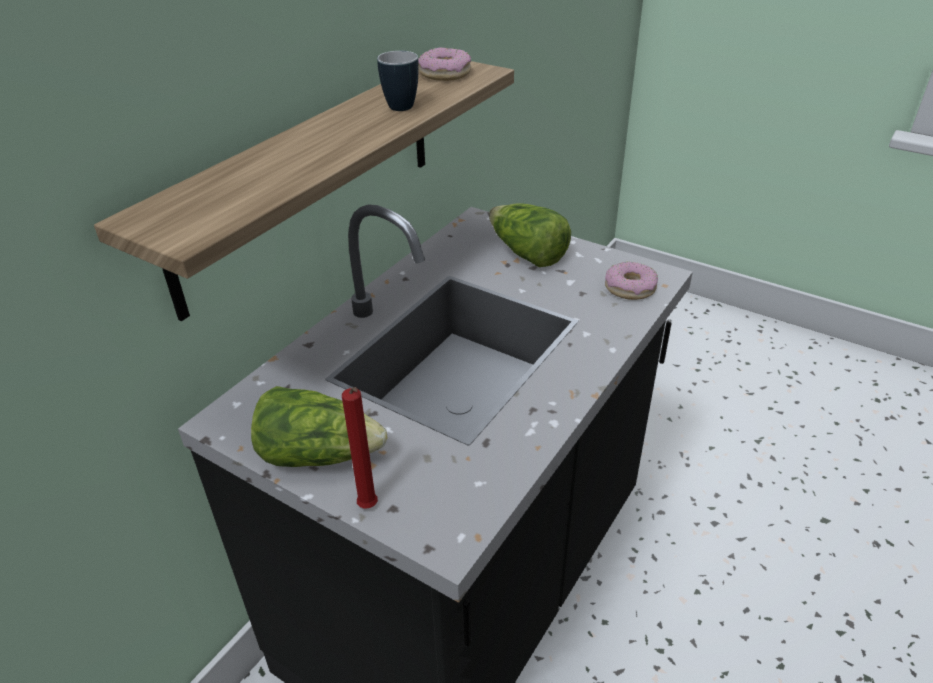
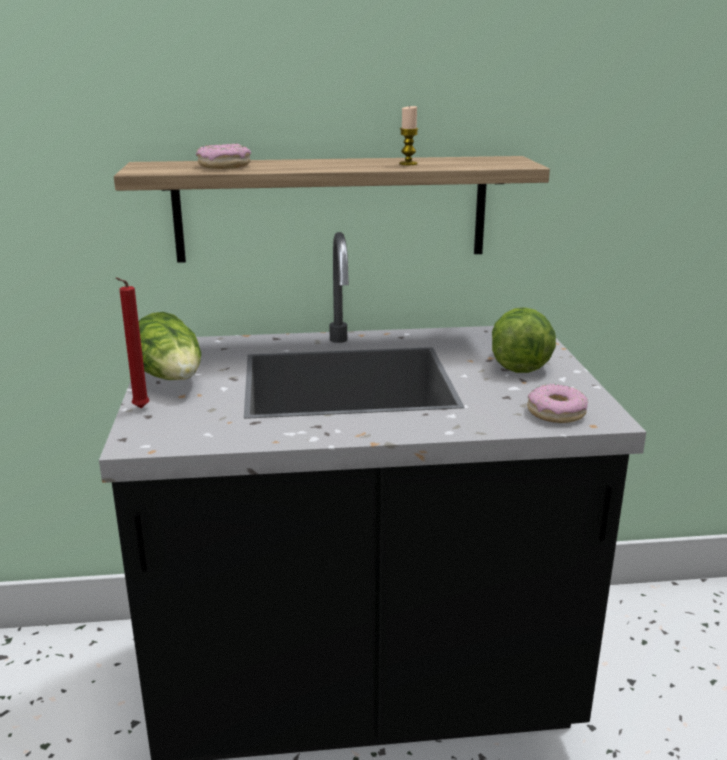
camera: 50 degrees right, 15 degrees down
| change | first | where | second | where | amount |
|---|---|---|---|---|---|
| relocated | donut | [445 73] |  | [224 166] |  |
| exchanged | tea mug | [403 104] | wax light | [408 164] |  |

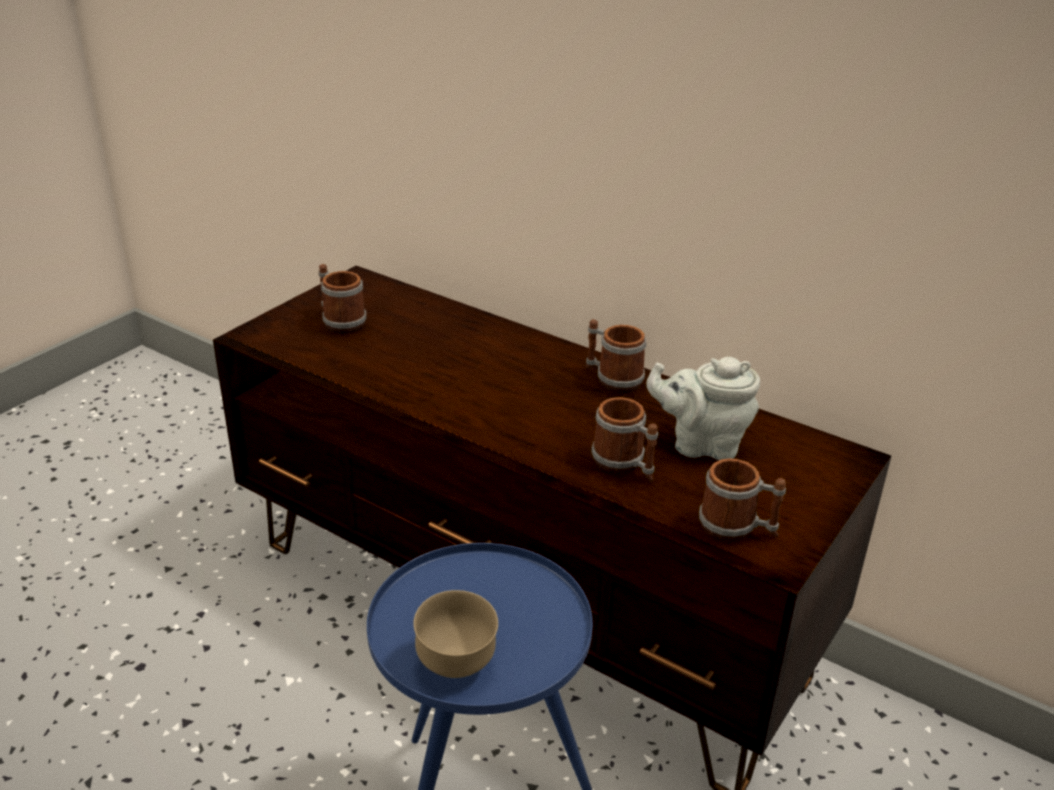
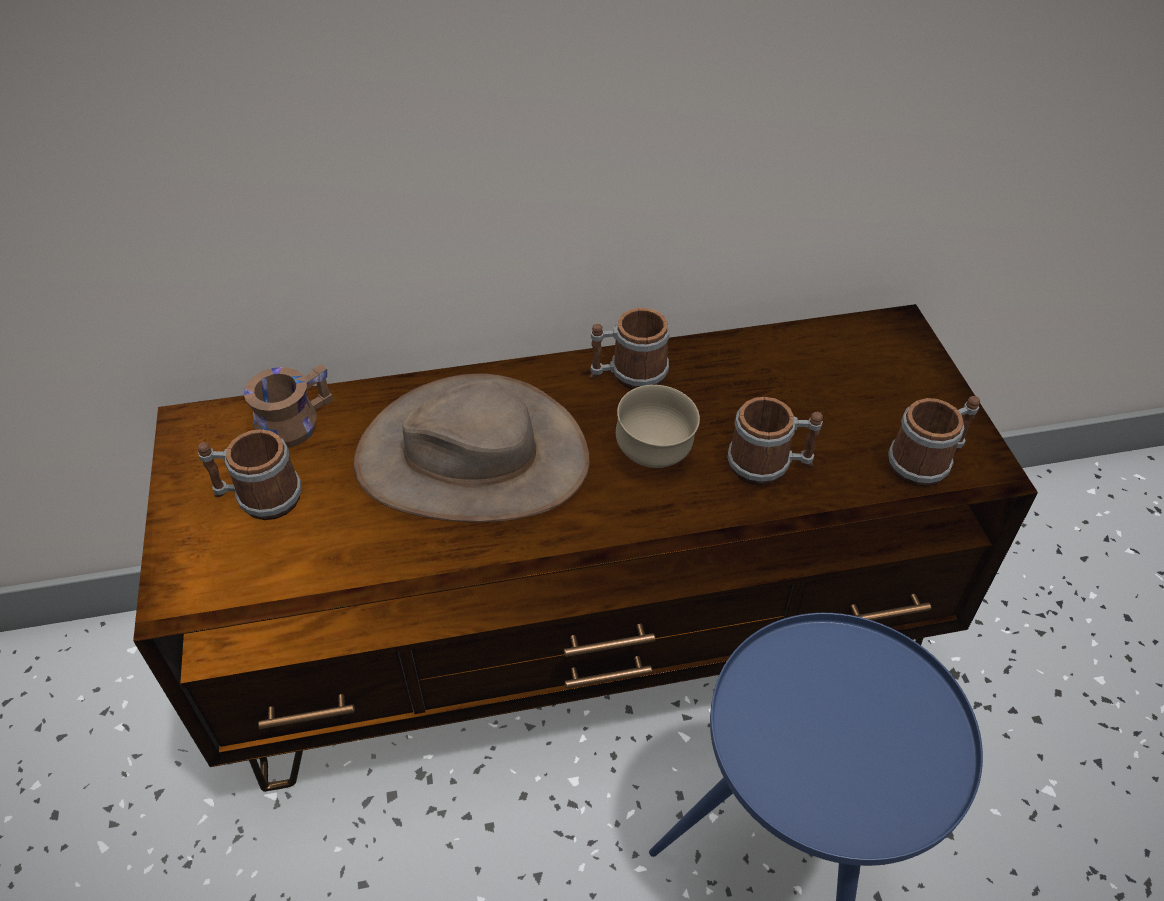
camera: 45 degrees left, 15 degrees up
| change | first | where | second | where | amount |
|---|---|---|---|---|---|
| missing | greyish tea pot | [701 444] |  |  |  |
| relocated | brown deep dish | [456 665] |  | [654 455] |  |
| appeared |  |  | brown tea mug | [292 419] |  |
| appeared |  |  | brown hat | [472 458] |  |

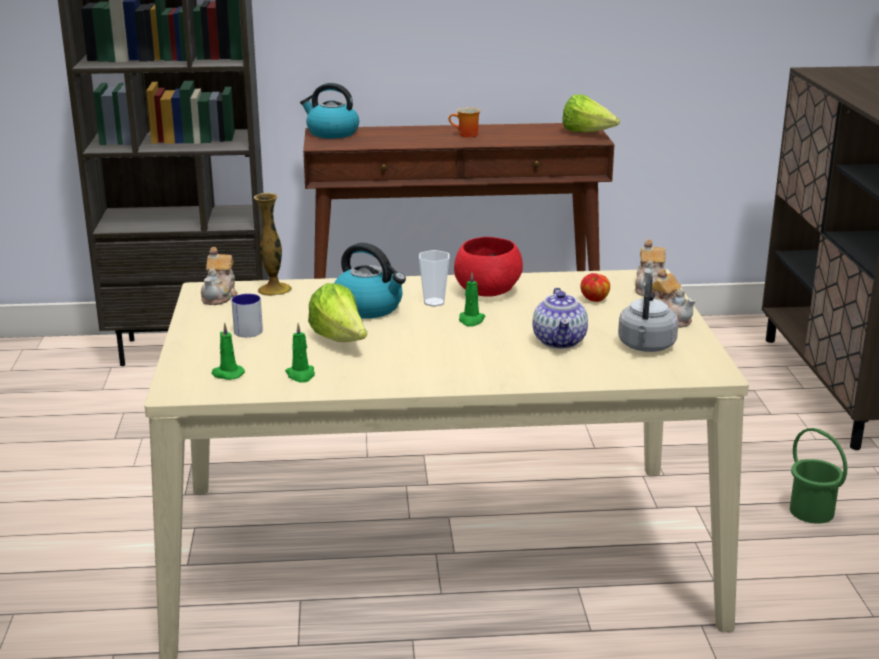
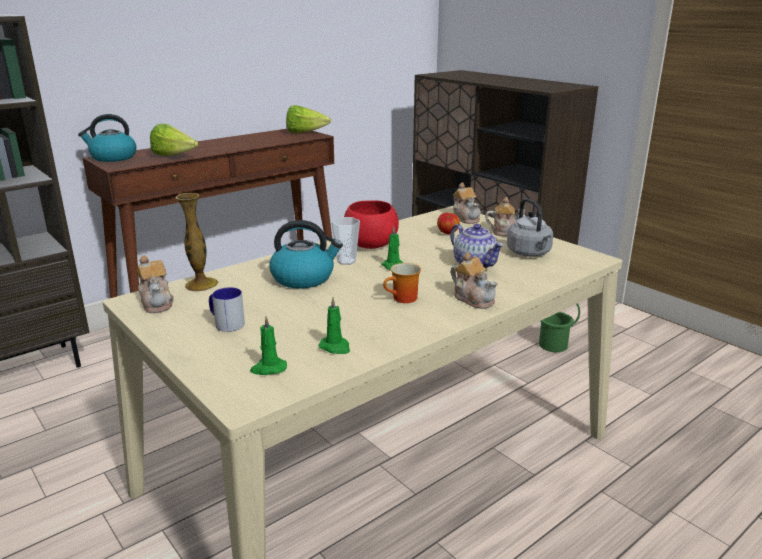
camera: 35 degrees left, 0 degrees up
| change | first | where | second | where | amount |
|---|---|---|---|---|---|
| relocated | tea mug | [466 135] |  | [403 299] |  |
| relocated | lettuce head | [340 340] |  | [174 156] |  |
| appeared |  |  | tea pot | [473 299] |  |

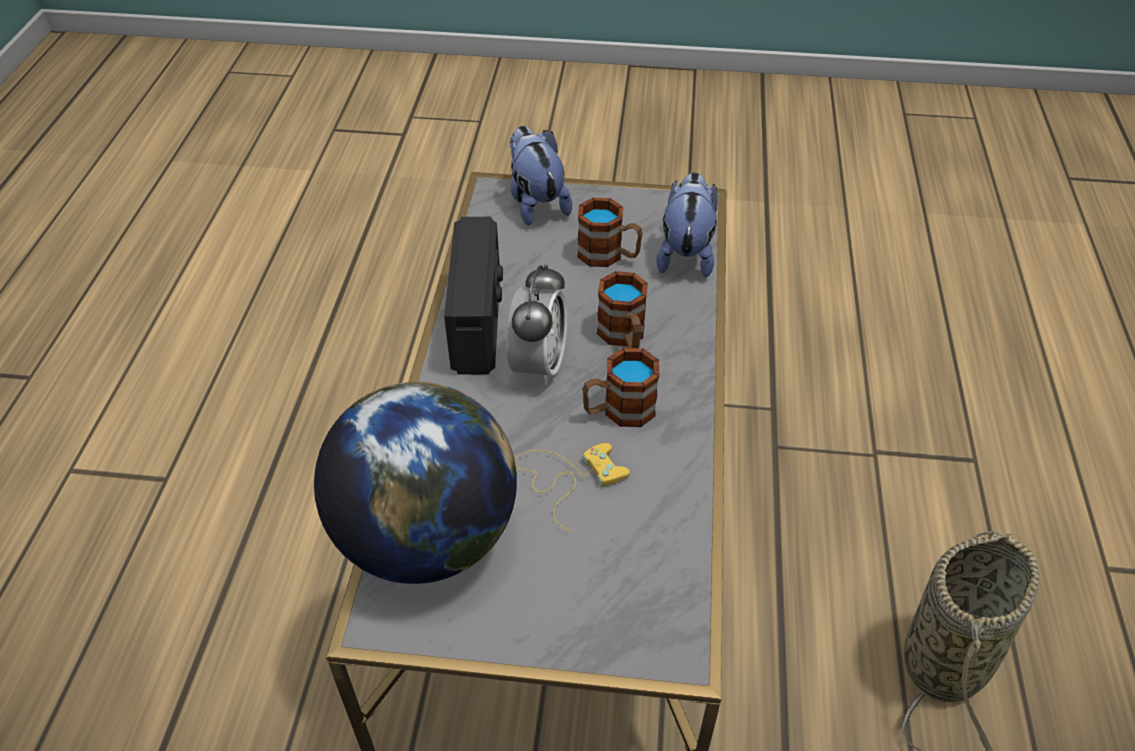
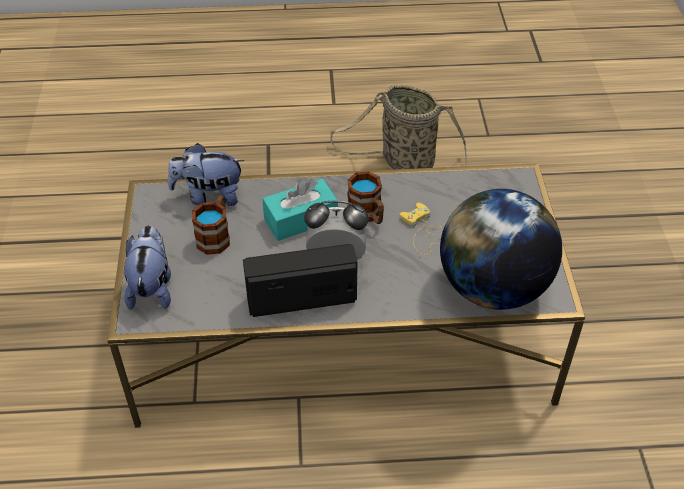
camera: 100 degrees left, 0 degrees up
| change | first | where | second | where | amount |
|---|---|---|---|---|---|
| spun | soft toy | [536 202] |  | [152 287] | 120 degrees clockwise |
| exchanged | tea mug | [624 337] | blue-green tissue holder | [301 219] |  |

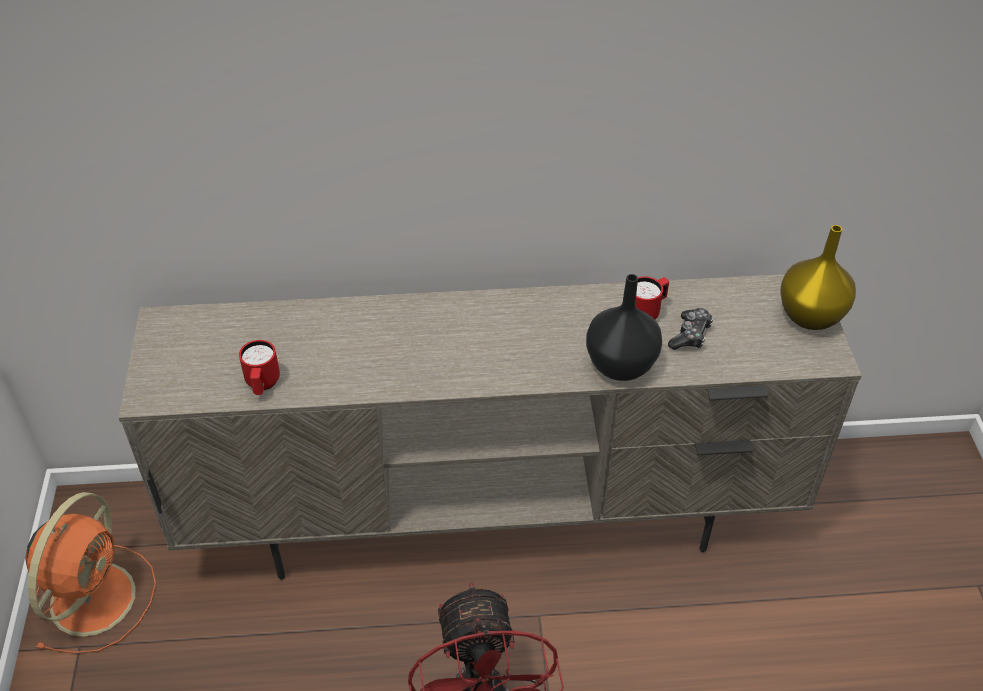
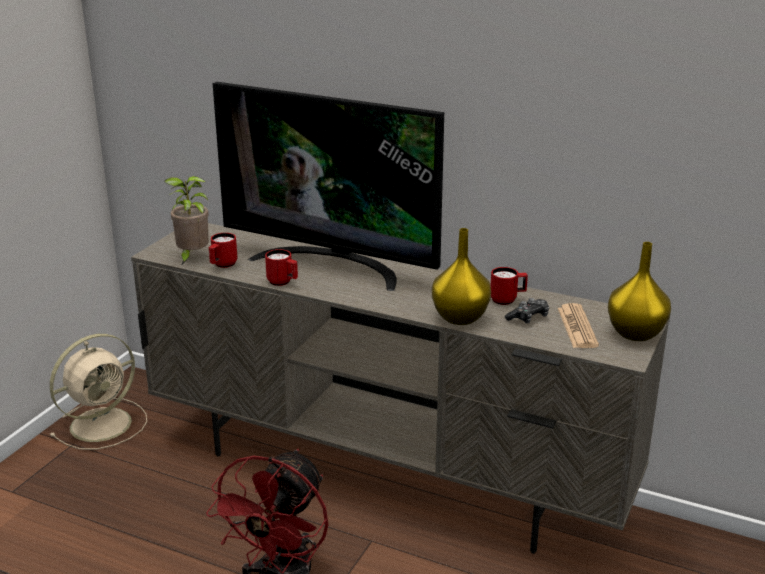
camera: 30 degrees right, 20 degrees down
| change | first | where | second | where | amount |
|---|---|---|---|---|---|
| colour | black decorative vase | [621 366] | yellow-coloured decorative vase | [460 318] |  |
| colour | orange electric fan | [95 595] | beige electric fan | [103 423] |  |
| appeared |  |  | television | [333 263] |  |
| appeared |  |  | potted plant | [191 257] |  |
| appeared |  |  | red-coloured tea mug | [283 282] |  |
| appeared |  |  | printed paper | [577 327] |  |

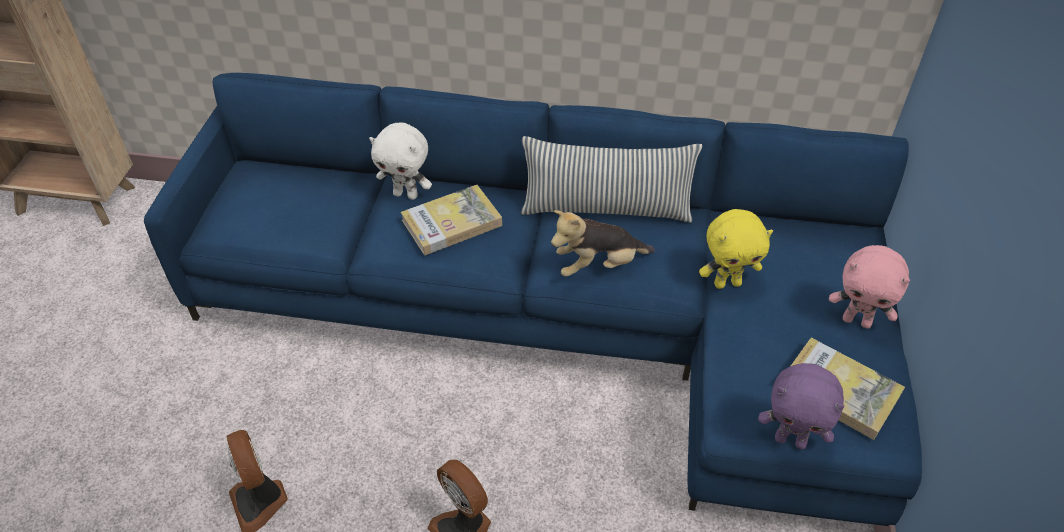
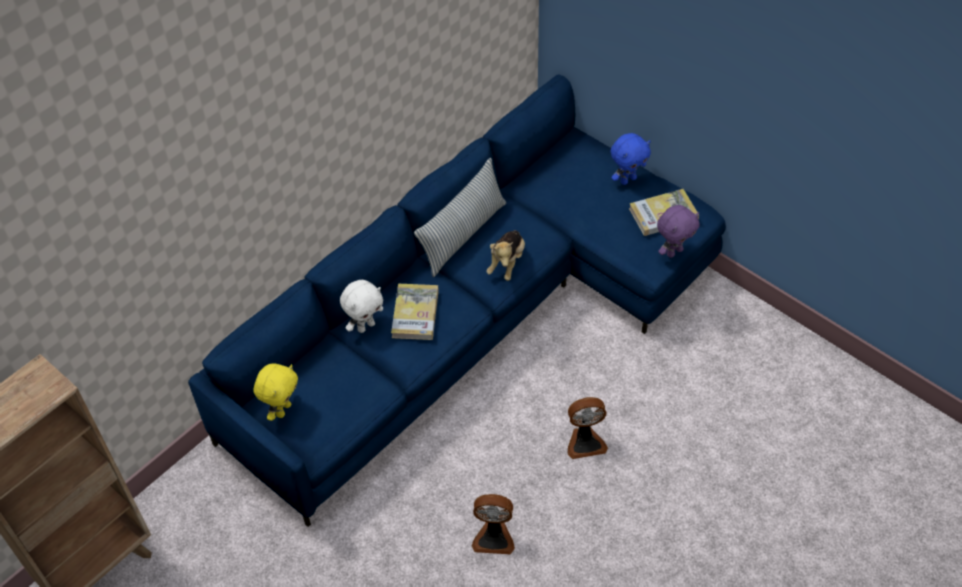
camera: 55 degrees left, 5 degrees up
| change | first | where | second | where | amount |
|---|---|---|---|---|---|
| relocated | yellow-coloured soft toy | [727 283] |  | [282 409] |  |
| colour | pink soft toy | [857 321] | blue-coloured soft toy | [628 179] |  |

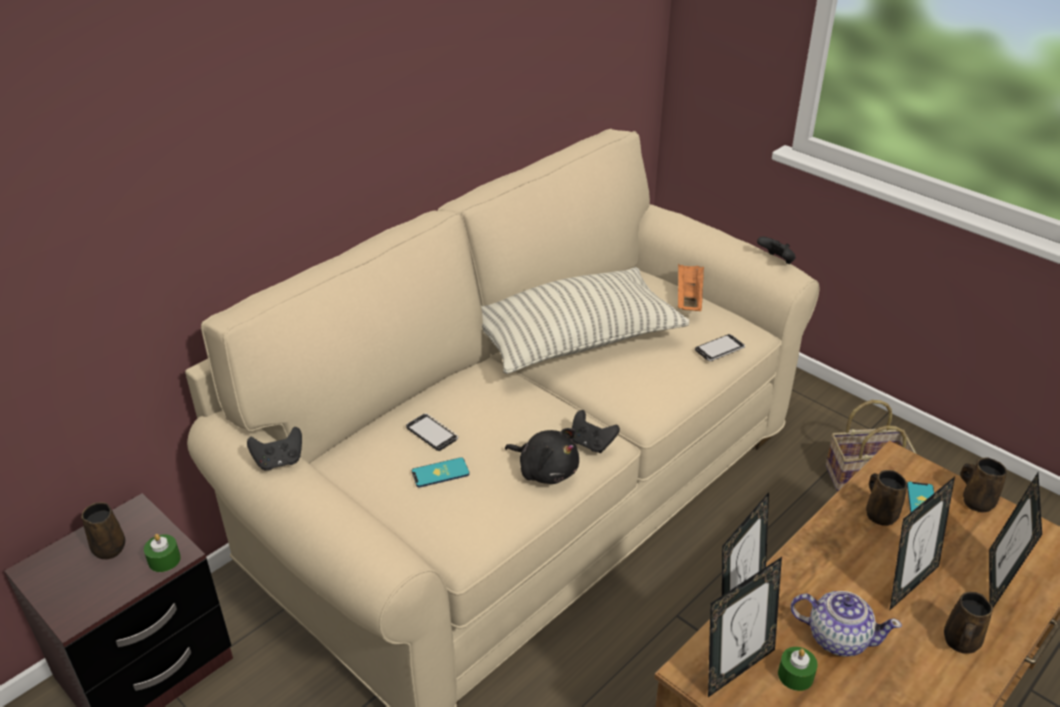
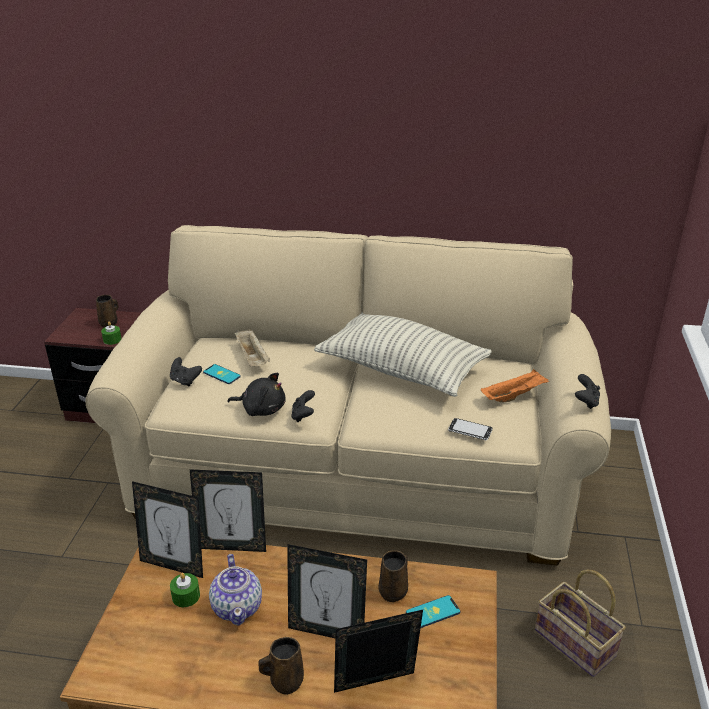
camera: 55 degrees right, 5 degrees down
| change | first | where | second | where | amount |
|---|---|---|---|---|---|
| exchanged | telephone | [432 433] | beige tray | [252 358] |  |
| relocated | black game controller | [279 462] |  | [185 381] |  |
| spun | black soft toy | [546 470] |  | [261 409] | 75 degrees counterclockwise |
| missing | brown tea mug | [976 501] |  |  |  |

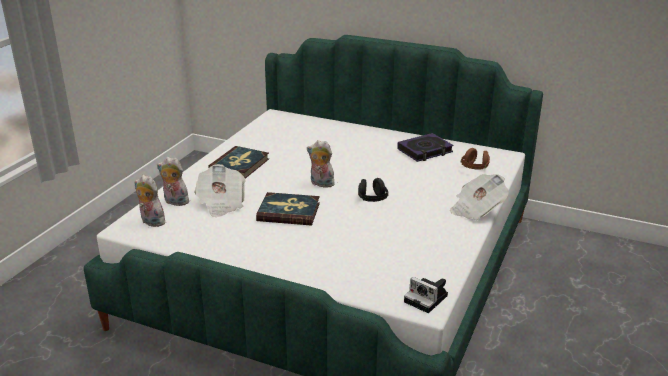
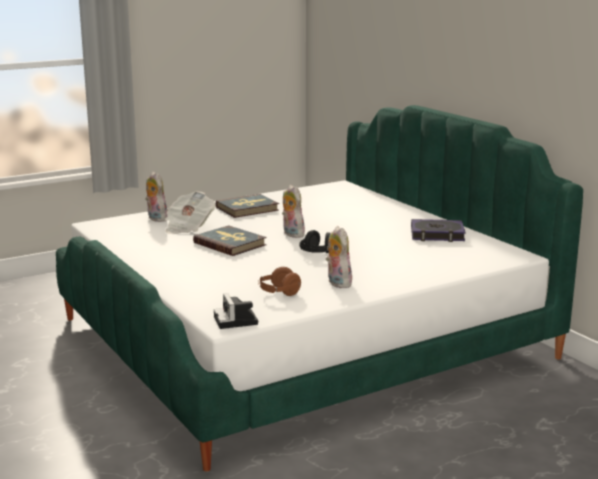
camera: 35 degrees right, 10 degrees down
| change | first | where | second | where | amount |
|---|---|---|---|---|---|
| relocated | brown headphones | [474 168] |  | [278 293] |  |
| missing | printed paper | [476 209] |  |  |  |
| relocated | soft toy | [151 222] |  | [337 283] |  |

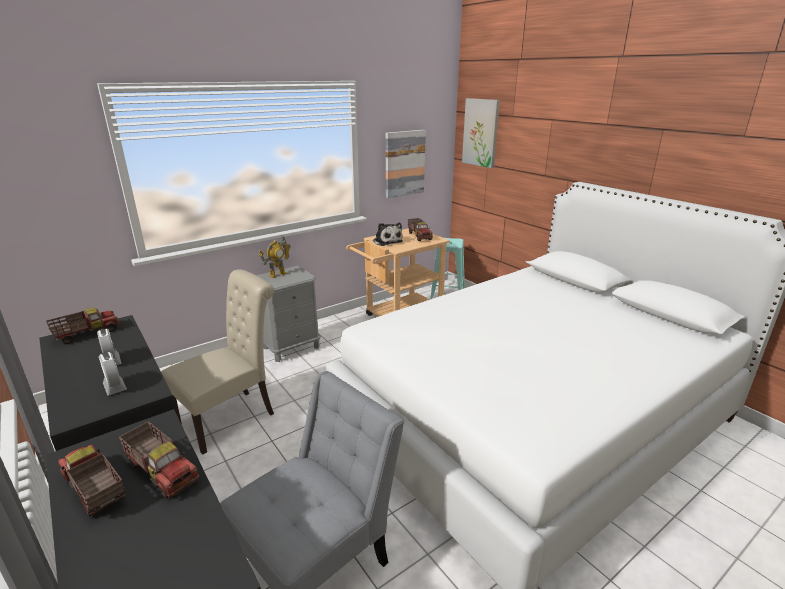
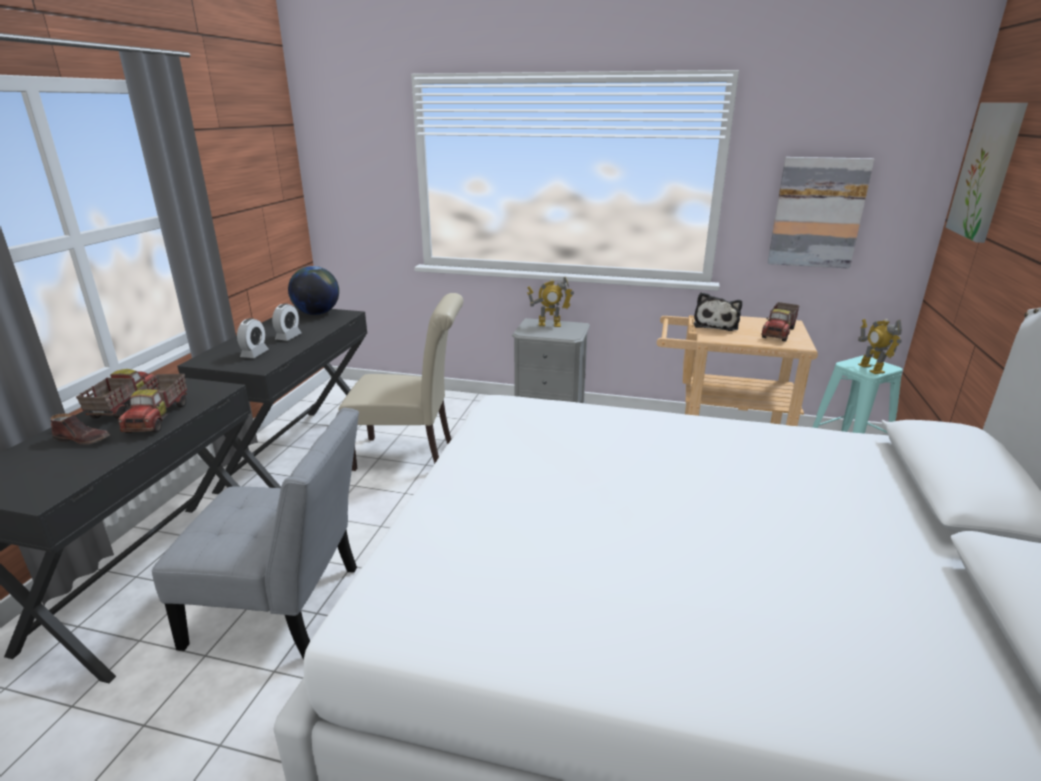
camera: 50 degrees right, 0 degrees up
| change | first | where | second | where | amount |
|---|---|---|---|---|---|
| exchanged | model truck | [87 333] | world globe | [317 313] |  |
| appeared |  |  | model robot | [871 368] |  |
| appeared |  |  | brown shoe | [83 439] |  |

